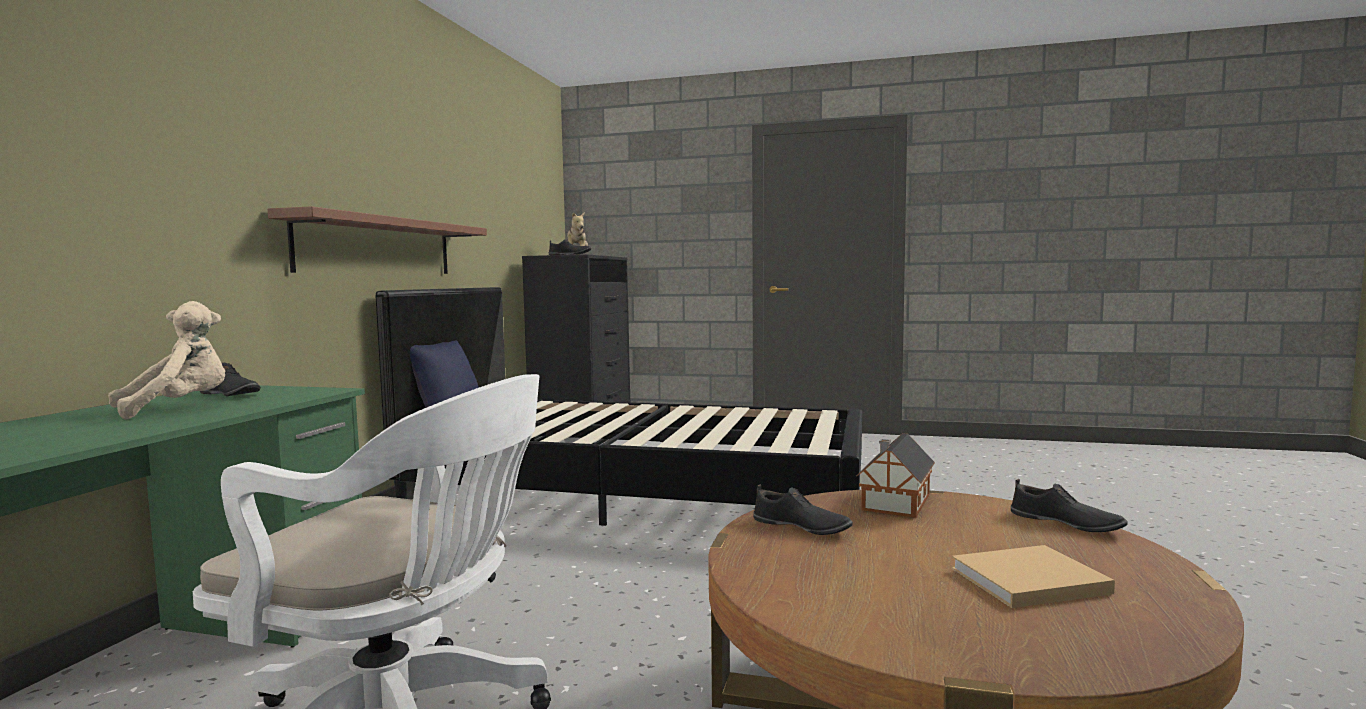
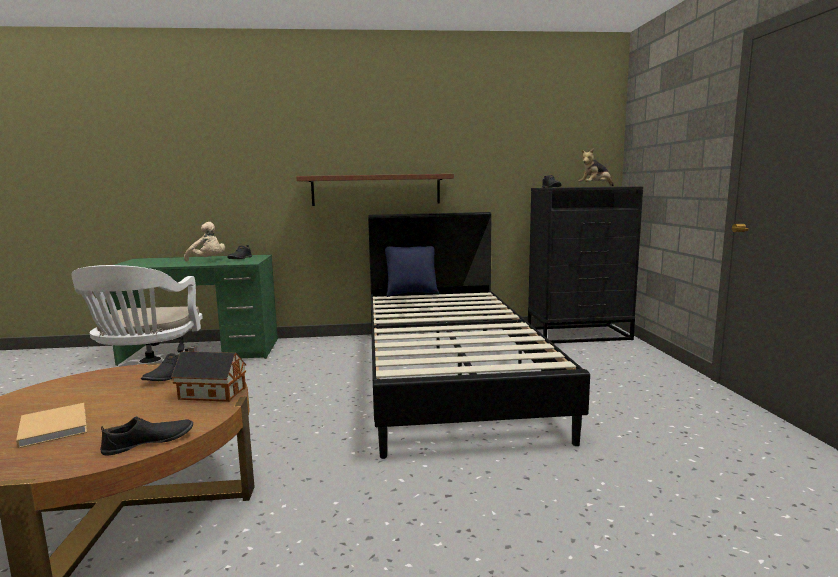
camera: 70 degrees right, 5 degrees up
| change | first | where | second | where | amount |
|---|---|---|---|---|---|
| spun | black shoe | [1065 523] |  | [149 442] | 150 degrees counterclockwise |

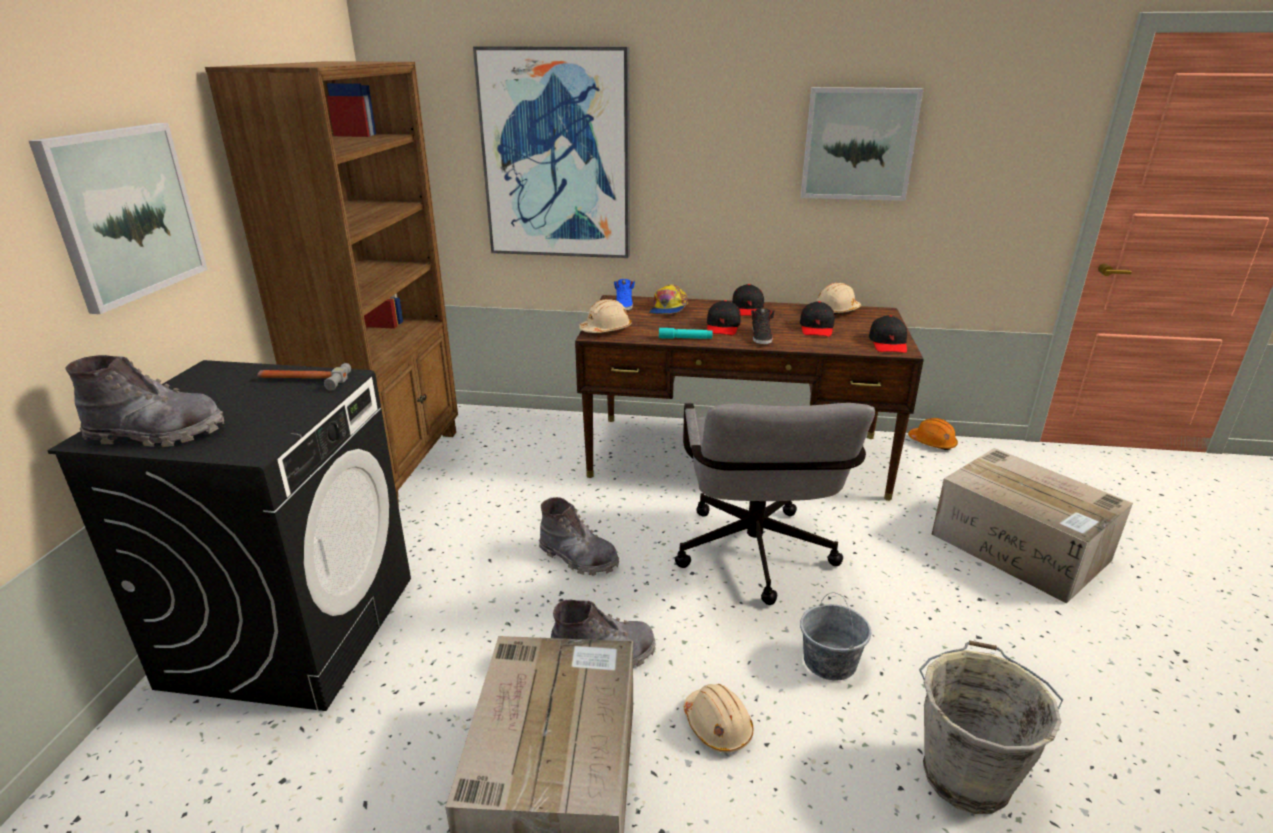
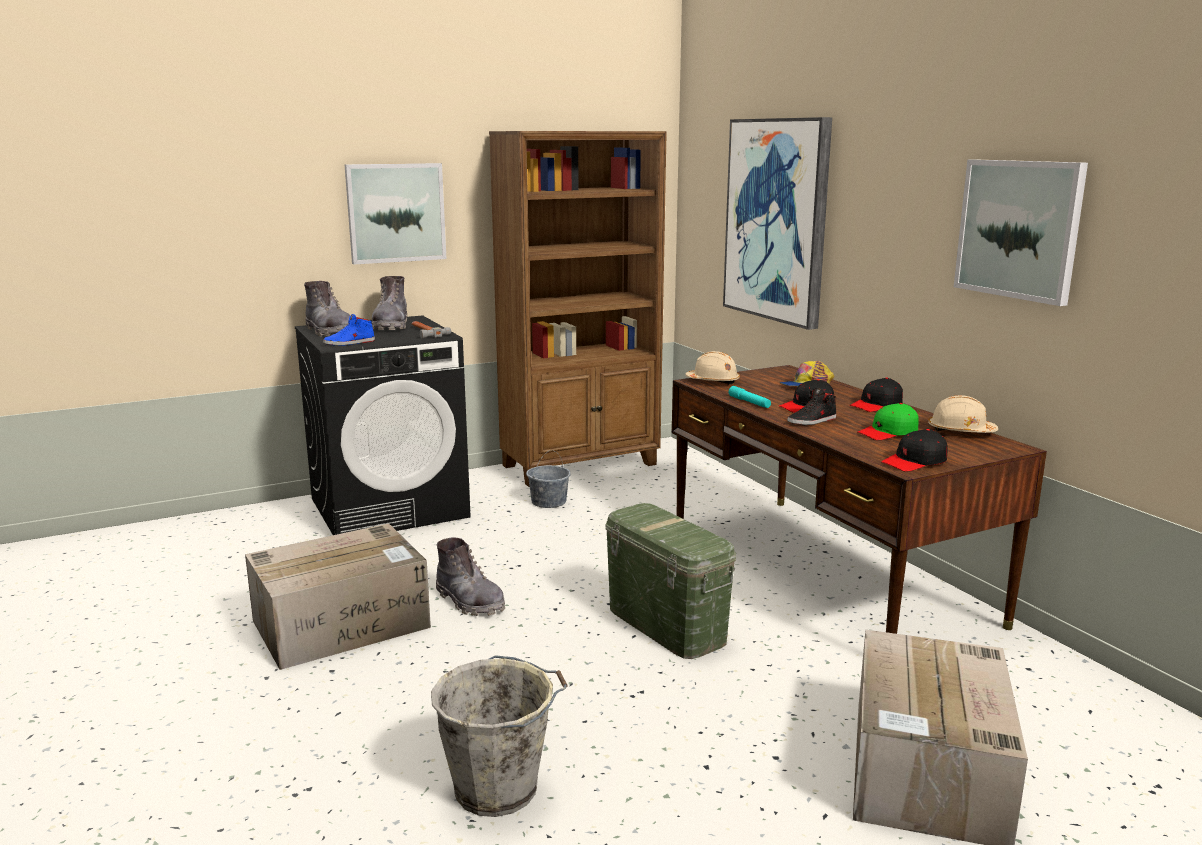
camera: 55 degrees right, 10 degrees down
| change | first | where | second | where | amount |
|---|---|---|---|---|---|
| relocated | blue-coloured shoe | [624 305] |  | [349 343] |  |
| colour | black cap | [816 328] | green-coloured cap | [888 433] |  |
| exchanged | greyish desk chair | [755 560] | green-coloured storage container | [665 625] |  |
| missing | orange work helmet | [932 443] |  |  |  |
| relocated | greyish tall boot | [578 558] |  | [391 326] |  |
| relocated | greyish water bucket | [829 661] |  | [549 502] |  |
| missing | beige work helmet | [717 726] |  |  |  |

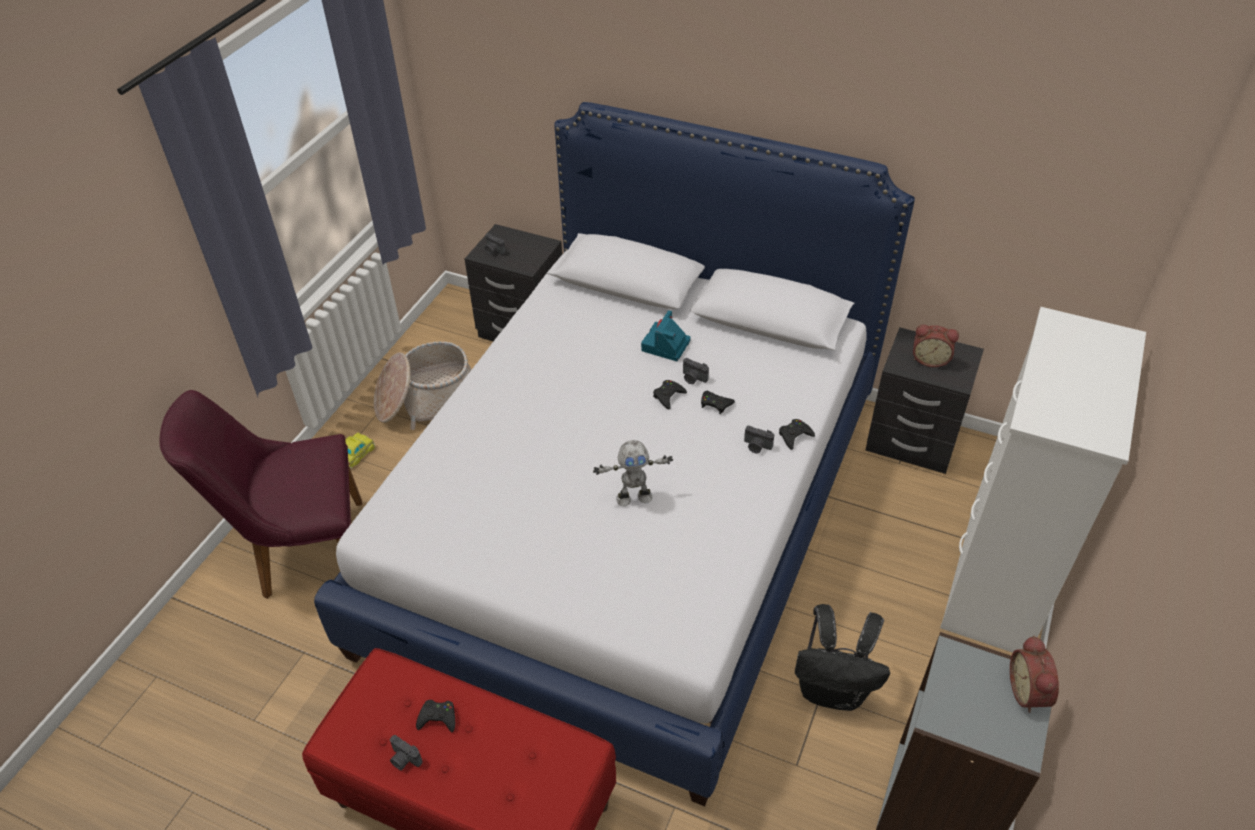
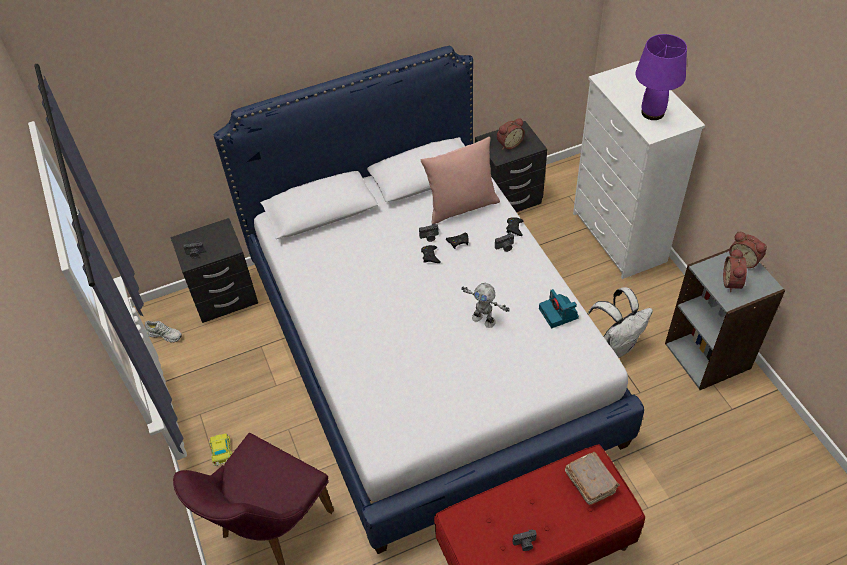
camera: 45 degrees left, 5 degrees up
| change | first | where | second | where | amount |
|---|---|---|---|---|---|
| relocated | still camera | [666 346] |  | [559 314] |  |
| missing | household basket | [427 400] |  |  |  |
| spun | model robot | [634 497] |  | [484 319] | 90 degrees clockwise |
| colour | black knapsack | [833 690] | white-coloured knapsack | [615 346] |  |
| missing | black game controller | [438 718] |  |  |  |
| appeared |  |  | purple table lamp | [652 113] |  |
| appeared |  |  | pink throw pillow | [461 206] |  |
| appeared |  |  | table clock | [733 282] |  |
| appeared |  |  | white-coloured shoe | [164 334] |  |
| appeared |  |  | brown volume | [590 481] |  |

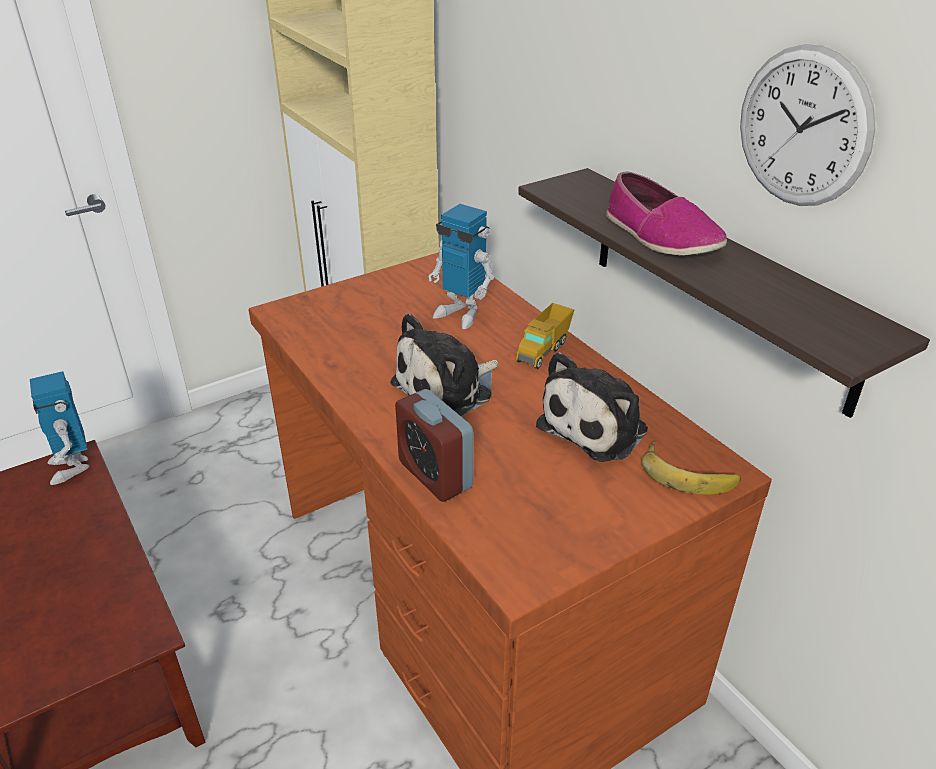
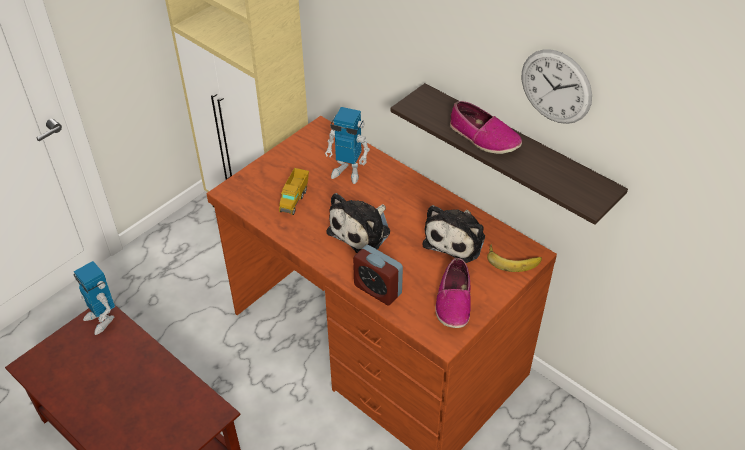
camera: 15 degrees left, 10 degrees up
| change | first | where | second | where | amount |
|---|---|---|---|---|---|
| relocated | model truck | [543 350] |  | [294 199] |  |
| appeared |  |  | shoe | [453 301] |  |

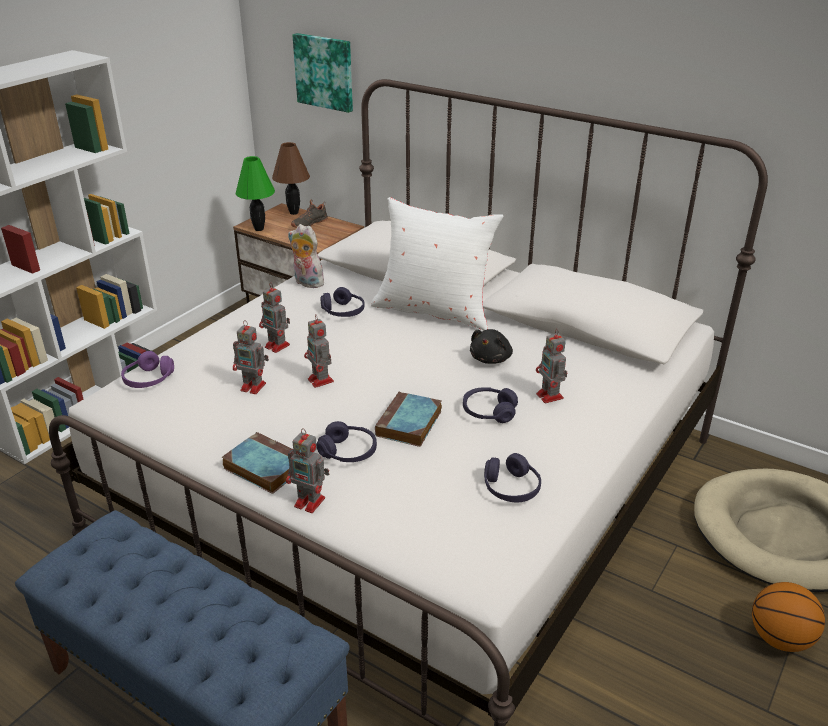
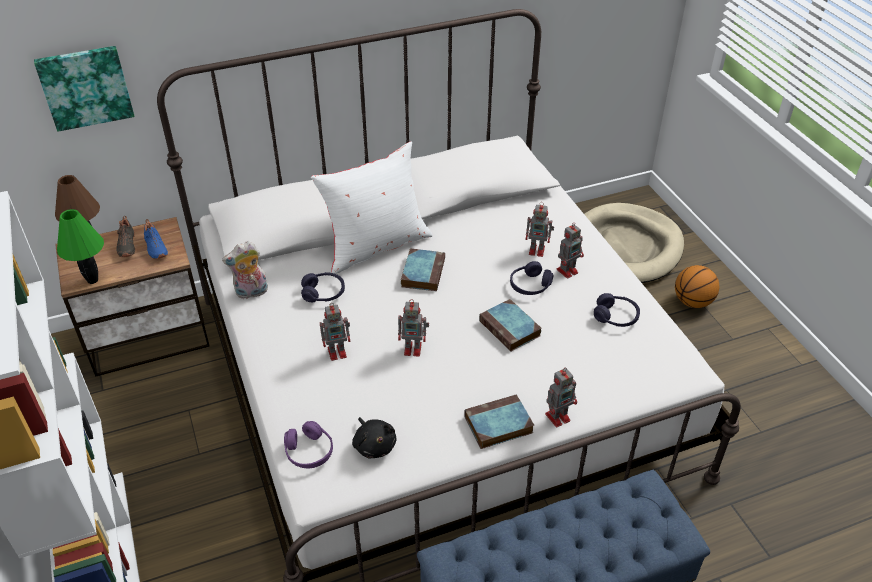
camera: 55 degrees left, 10 degrees up
| change | first | where | second | where | amount |
|---|---|---|---|---|---|
| relocated | model robot | [254 387] |  | [568 270] |  |
| relocated | black soft toy | [491 358] |  | [374 445] |  |
| missing | purple headphones | [348 452] |  |  |  |
| appeared |  |  | blue-coloured shoe | [155 248] |  |
| appeared |  |  | volume | [423 272] |  |

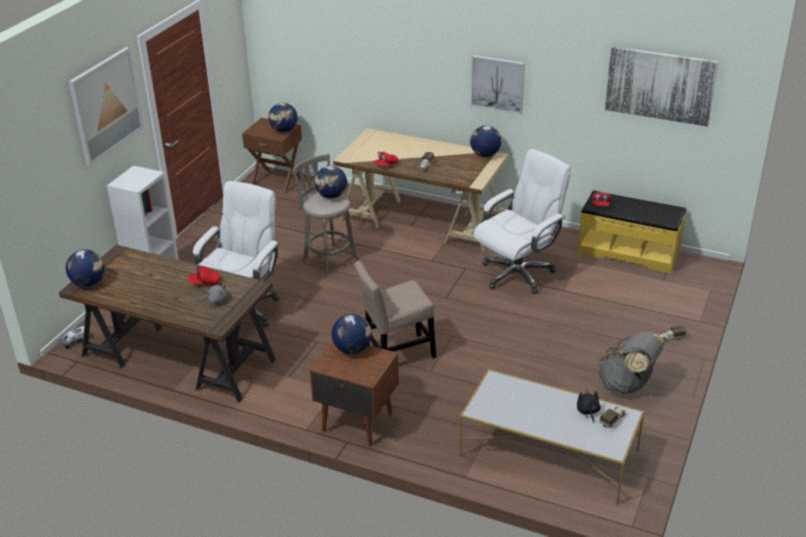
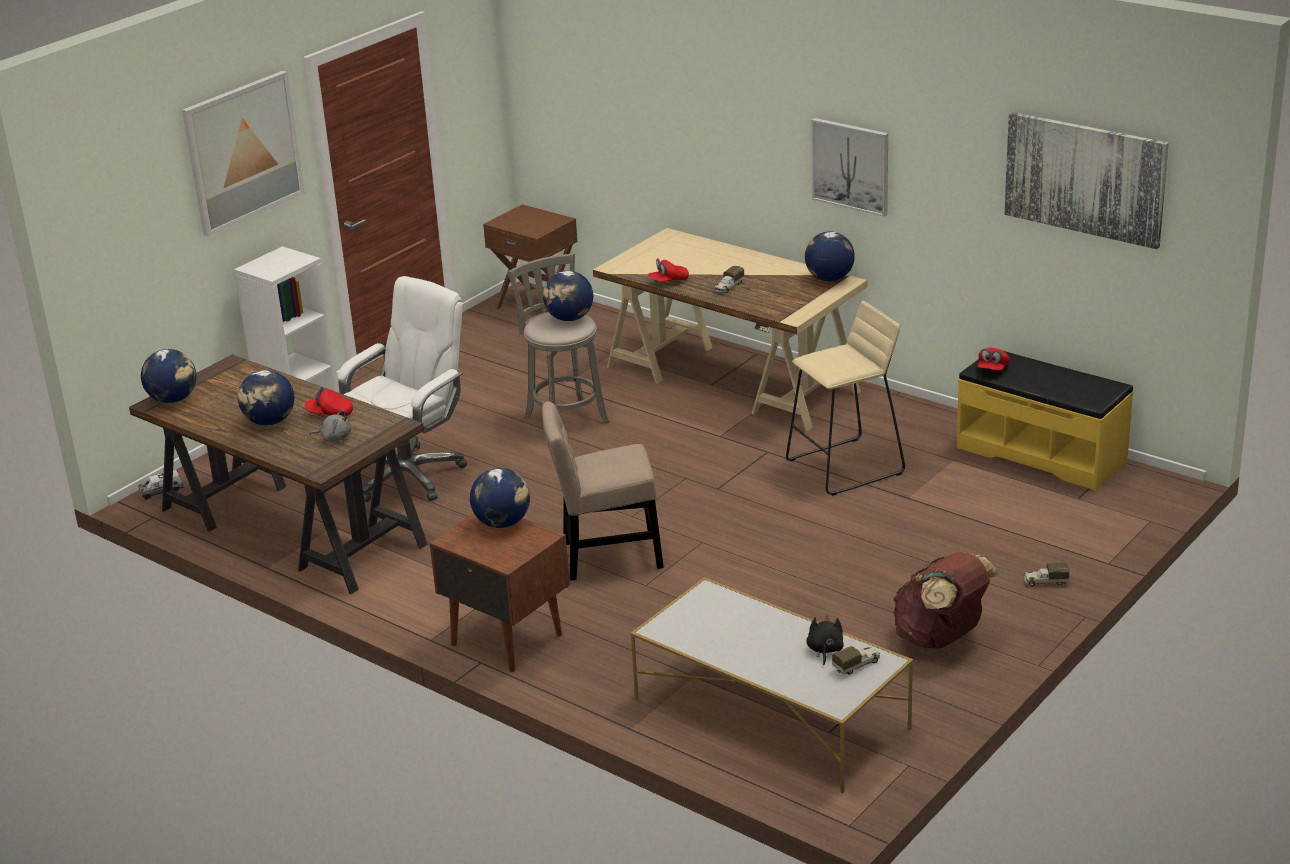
camera: 15 degrees right, 5 degrees down
| change | first | where | second | where | amount |
|---|---|---|---|---|---|
| relocated | world globe | [284 130] |  | [270 422] |  |
| exchanged | white-coloured desk chair | [518 273] | beige sitting stool | [846 467] |  |
| colour | greyish knapsack | [627 385] | brown knapsack | [941 638] |  |

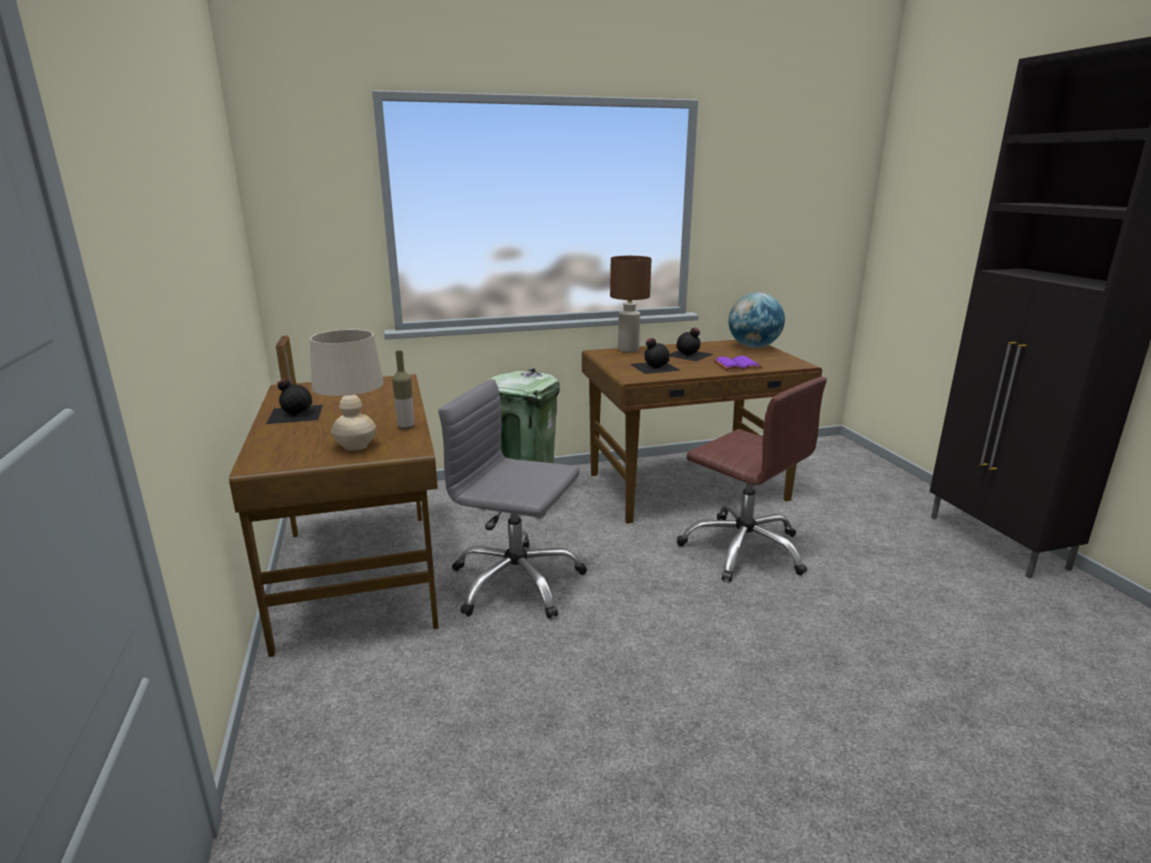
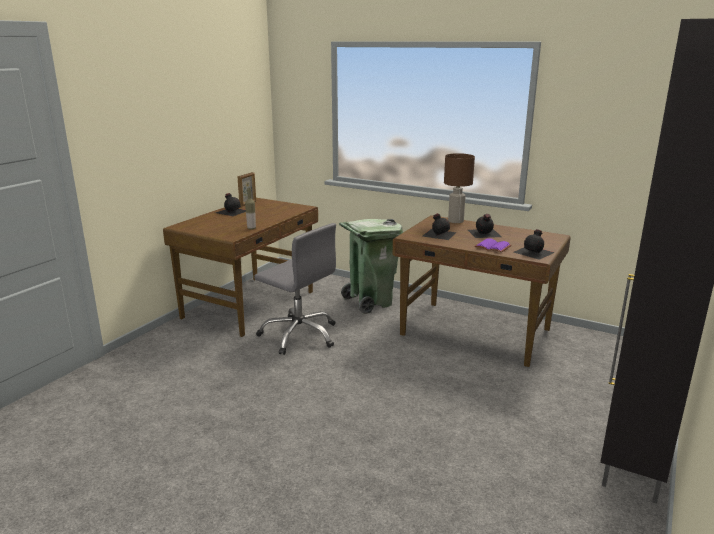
camera: 45 degrees right, 0 degrees up
| change | first | where | second | where | amount |
|---|---|---|---|---|---|
| missing | world globe | [753 347] |  |  |  |
| missing | beige table lamp | [355 446] |  |  |  |
| missing | brown desk chair | [744 549] |  |  |  |
| spun | greyish desk chair | [516 582] |  | [299 335] | 150 degrees clockwise |
| appeared |  |  | black drink bottle | [534 252] |  |

